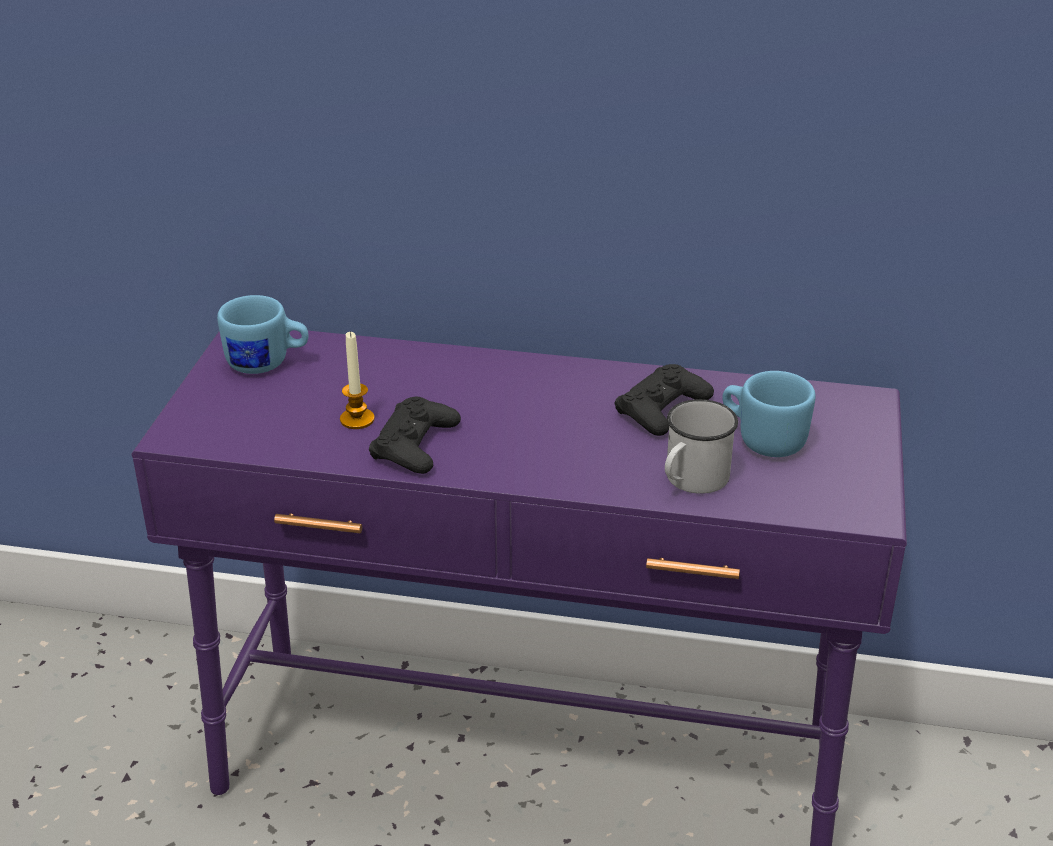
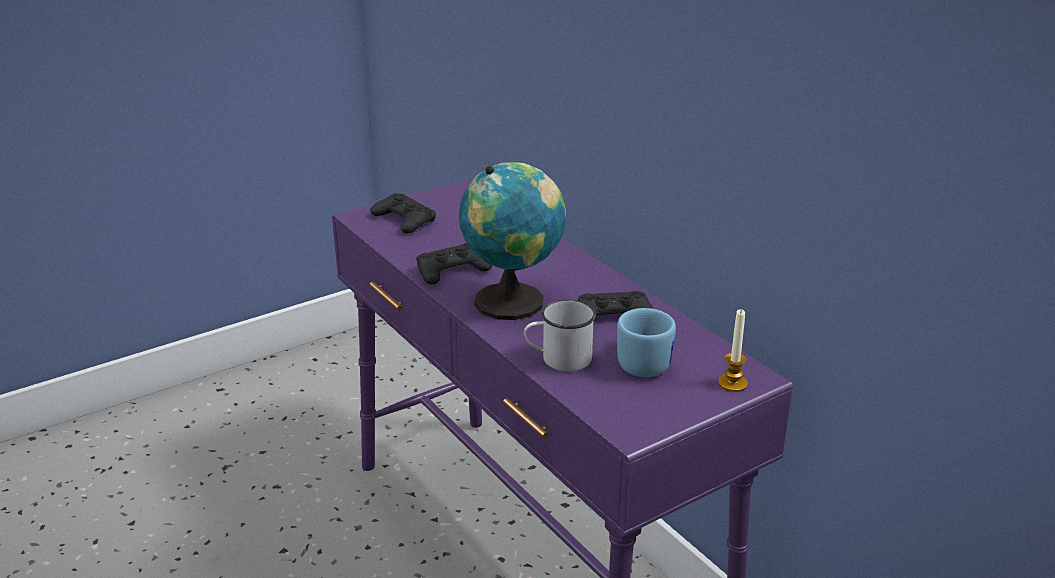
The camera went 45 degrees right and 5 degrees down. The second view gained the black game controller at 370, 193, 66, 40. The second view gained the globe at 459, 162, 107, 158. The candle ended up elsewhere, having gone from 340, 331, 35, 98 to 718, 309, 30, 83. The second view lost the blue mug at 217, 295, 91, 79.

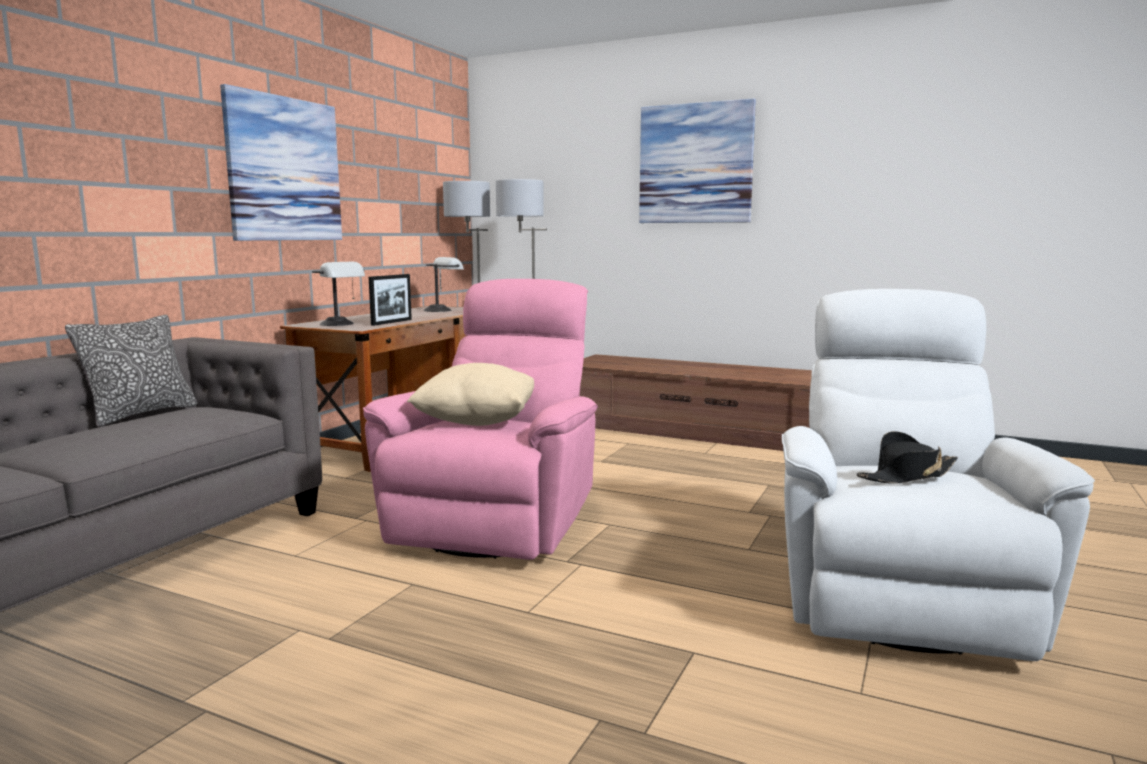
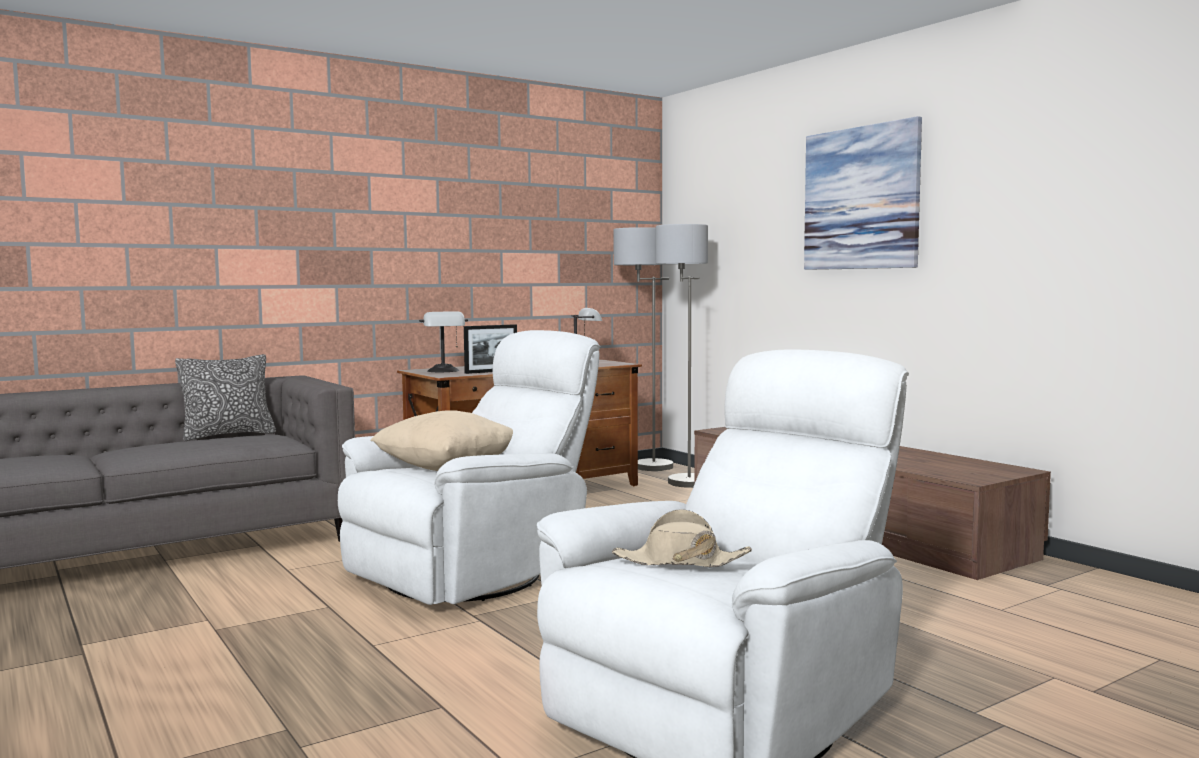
The camera went 30 degrees right and 5 degrees down. What was the pink armchair at 363, 279, 235, 281 turned into the white armchair at 338, 330, 262, 275. What was the black hat at 857, 431, 101, 53 turned into the beige hat at 612, 509, 140, 58. The second view lost the picture at 220, 84, 122, 157.

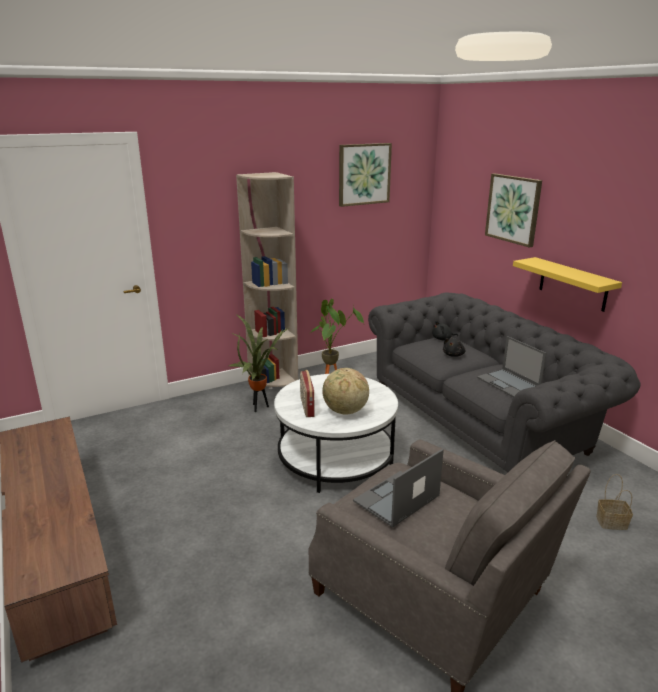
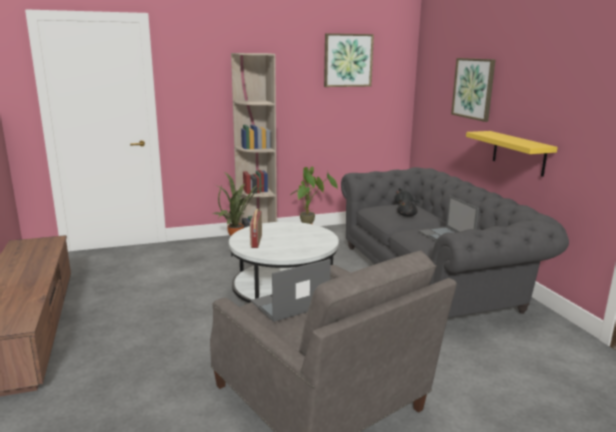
The camera went 10 degrees right and 5 degrees down. The second view lost the globe at 322, 368, 47, 46. The second view lost the basket at 596, 474, 37, 56.

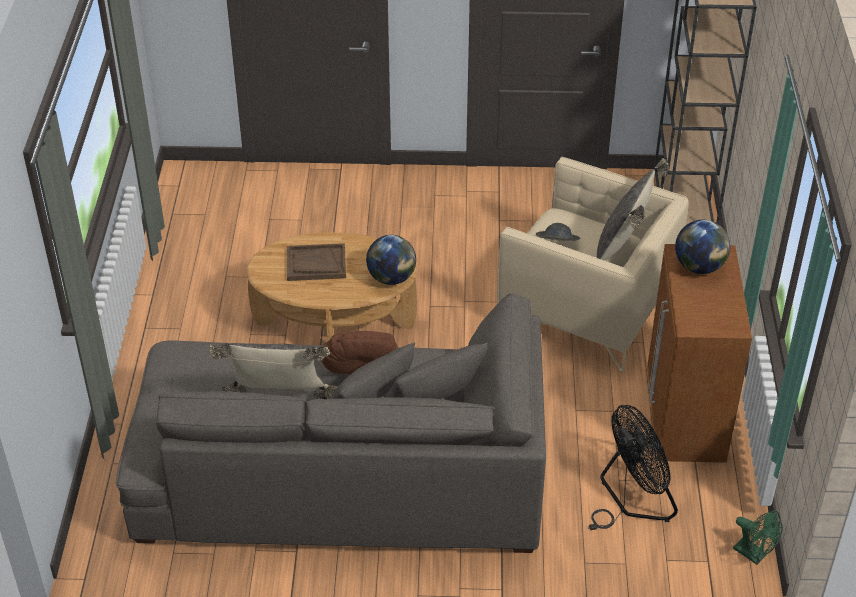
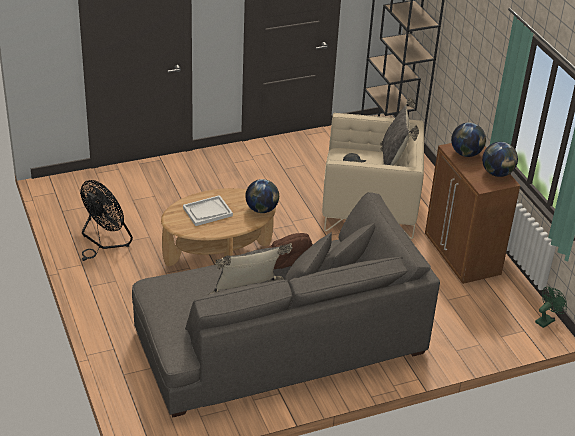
The camera went 25 degrees left and 5 degrees down. The black fan ended up elsewhere, having gone from 588, 405, 90, 125 to 80, 180, 53, 81. What was the brown tray at 287, 243, 59, 38 turned into the white tray at 183, 195, 50, 31. The second view gained the globe at 482, 142, 36, 35. The green fan at 733, 510, 50, 55 ended up facing another way, 60 degrees counterclockwise from before.

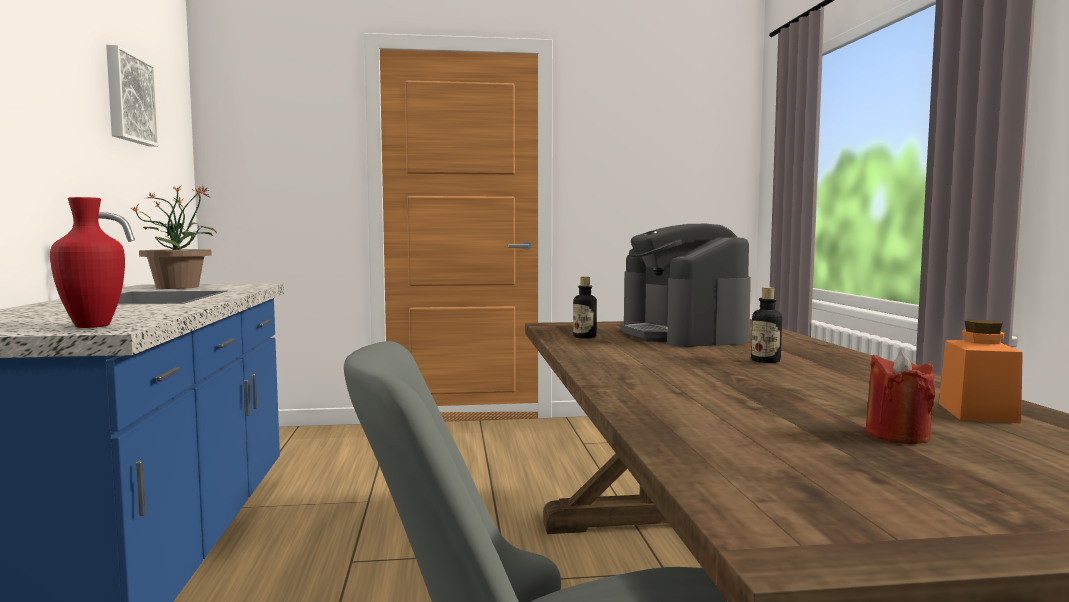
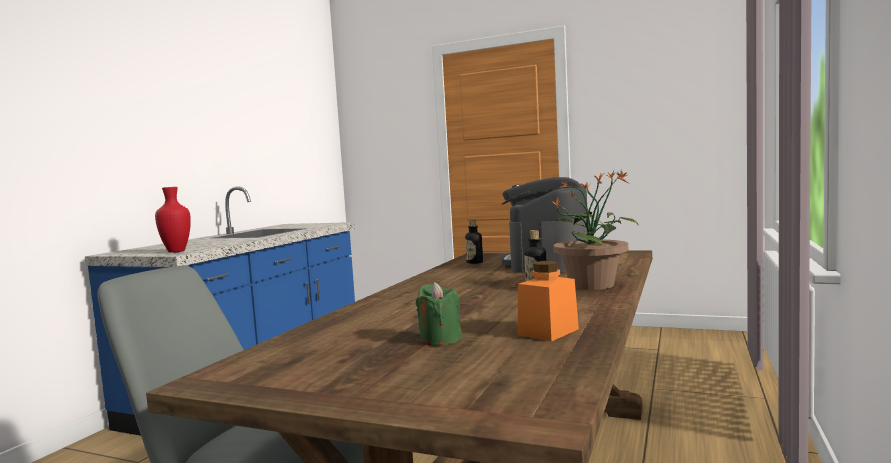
The camera went 30 degrees right and 0 degrees up. What was the red candle at 865, 351, 70, 93 turned into the green candle at 416, 282, 46, 64. The potted plant ended up elsewhere, having gone from 130, 185, 87, 104 to 550, 169, 88, 121. The second view lost the picture at 106, 45, 53, 102.

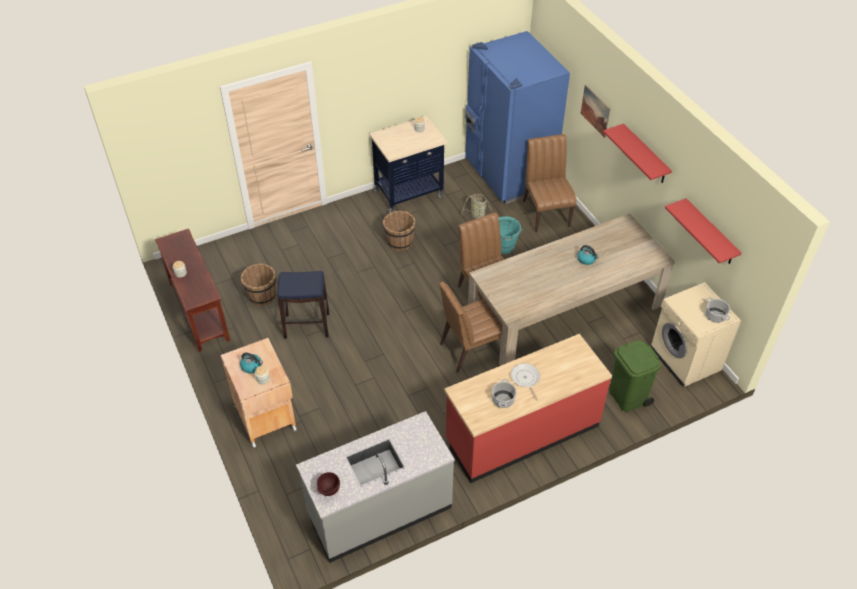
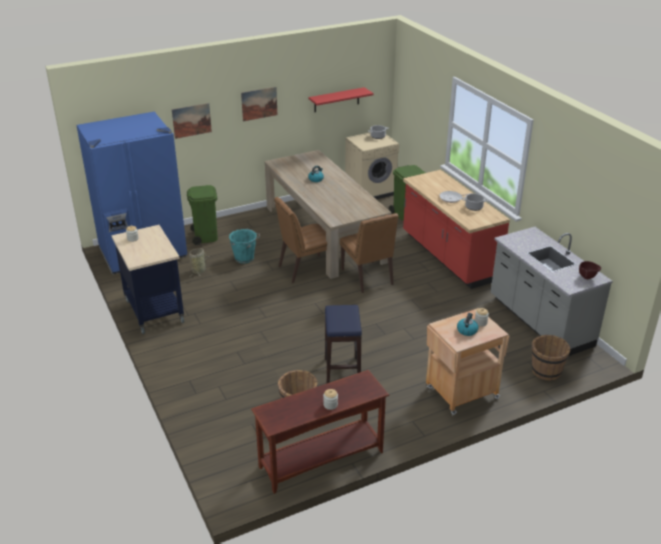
The camera went 90 degrees left and 15 degrees down. Where the brown chair stood at 523, 134, 54, 98, the green trash can came to stand at 187, 185, 31, 60. Where the red shelf hung at 603, 124, 69, 59, the picture came to hang at 241, 87, 36, 35. The brown bucket ended up elsewhere, having gone from 383, 211, 33, 40 to 531, 335, 39, 46.

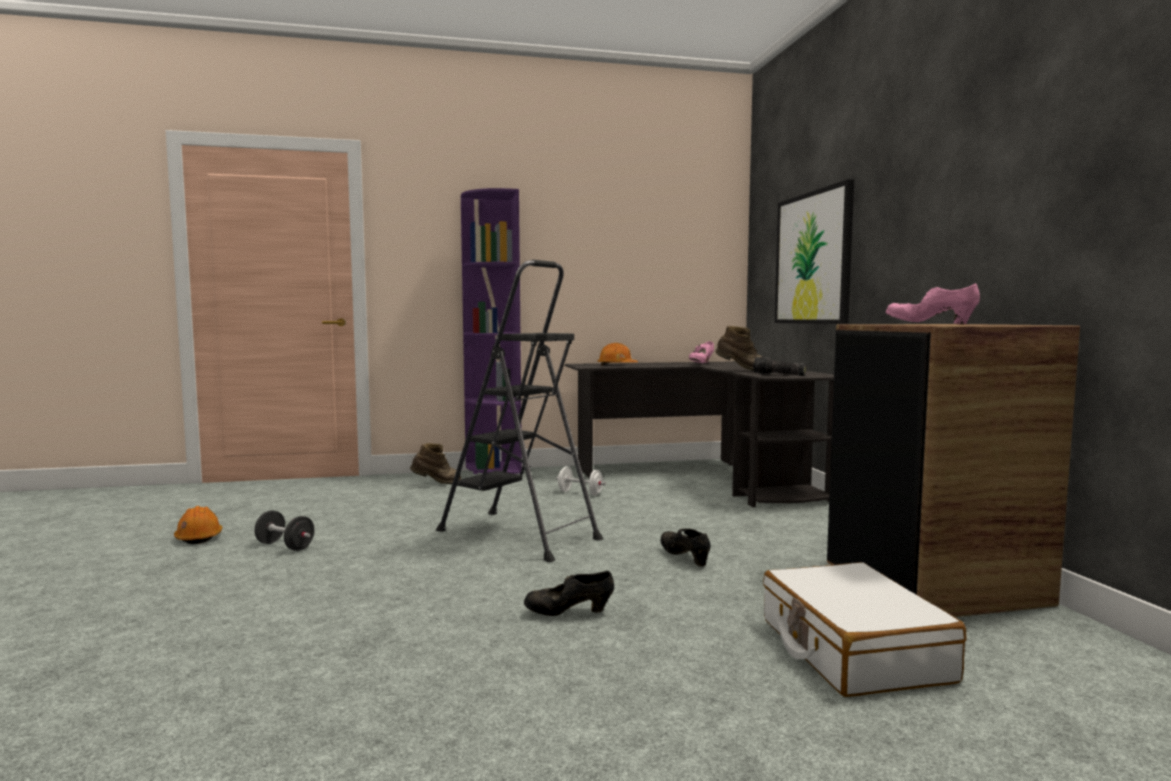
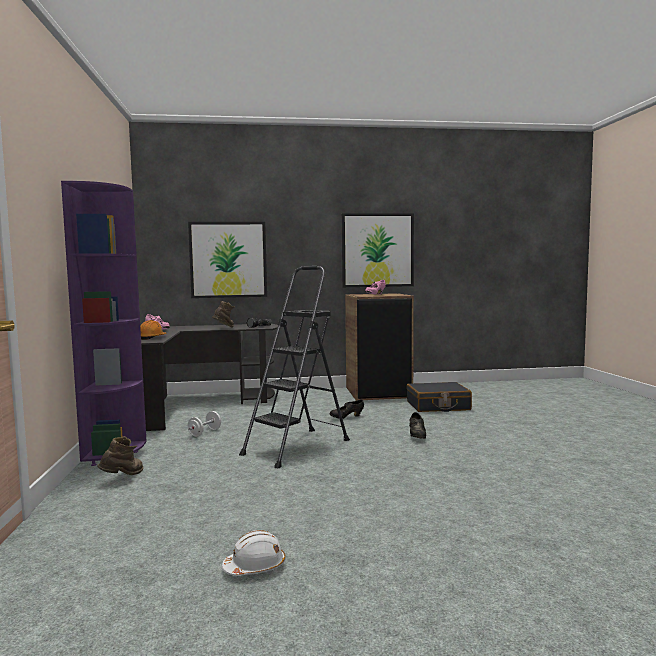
The camera went 85 degrees left and 0 degrees up. The brown boot at 410, 443, 51, 41 ended up facing another way, 45 degrees clockwise from before. What was the orange hard hat at 174, 506, 48, 38 turned into the white hard hat at 222, 530, 63, 46. The second view gained the picture at 342, 213, 72, 74. What was the white suitcase at 763, 562, 203, 135 turned into the black suitcase at 407, 382, 65, 30. The second view lost the black dumbbell at 254, 510, 60, 41.

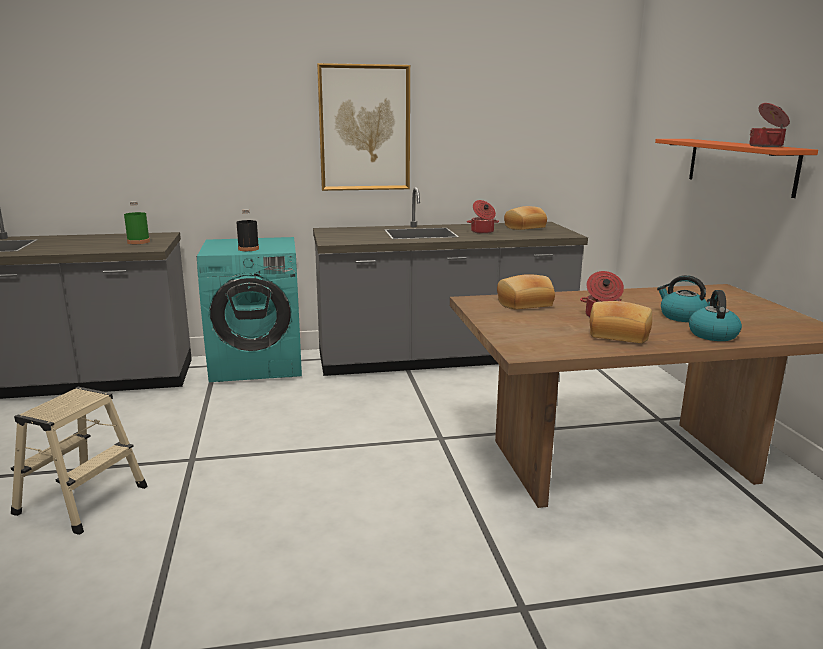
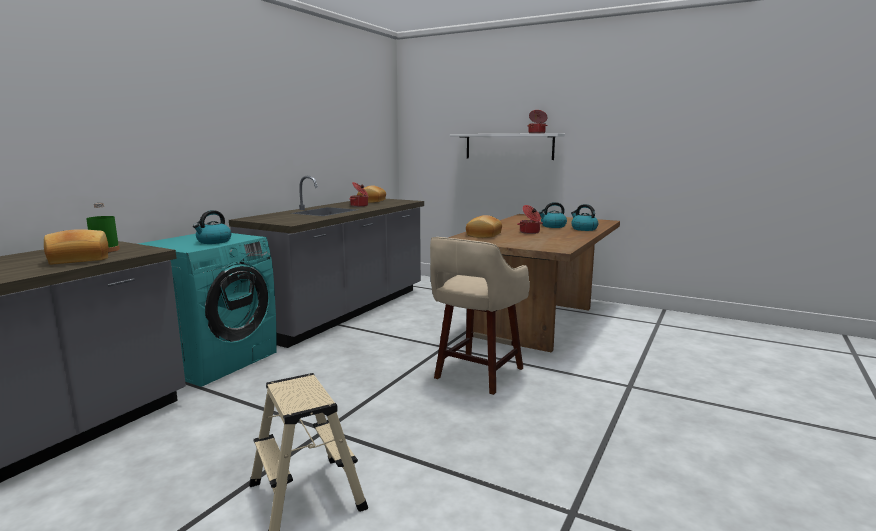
The camera went 50 degrees left and 5 degrees down. The bread ended up elsewhere, having gone from 590, 301, 62, 42 to 44, 229, 64, 36. Where the black bottle stood at 236, 209, 23, 42, the kettle came to stand at 193, 210, 38, 34. The second view gained the beige stool at 430, 237, 100, 158. What was the orange shelf at 655, 139, 163, 59 turned into the white shelf at 449, 133, 116, 27. The second view lost the picture at 317, 63, 93, 128.

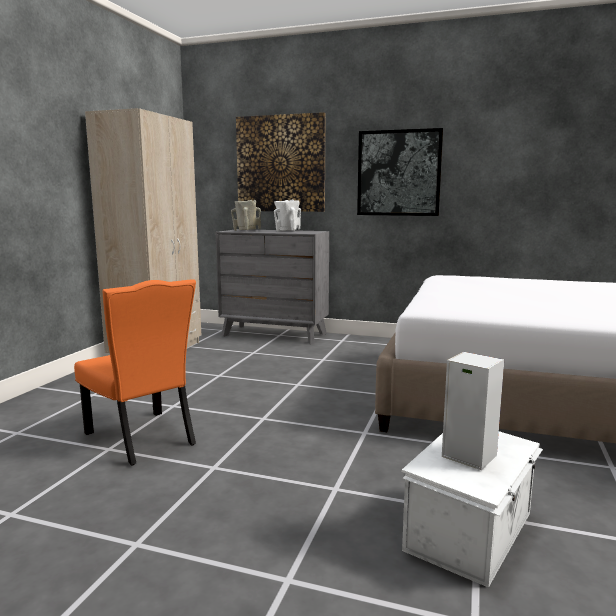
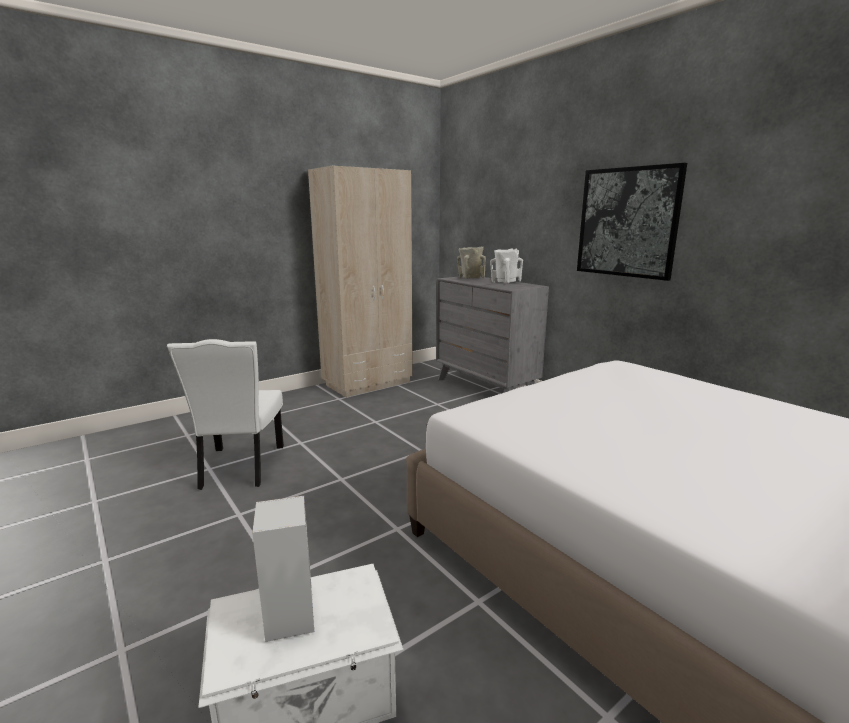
The camera went 35 degrees right and 5 degrees up. What was the orange chair at 74, 279, 122, 187 turned into the white chair at 167, 339, 117, 151. The second view lost the picture at 236, 112, 90, 100.

